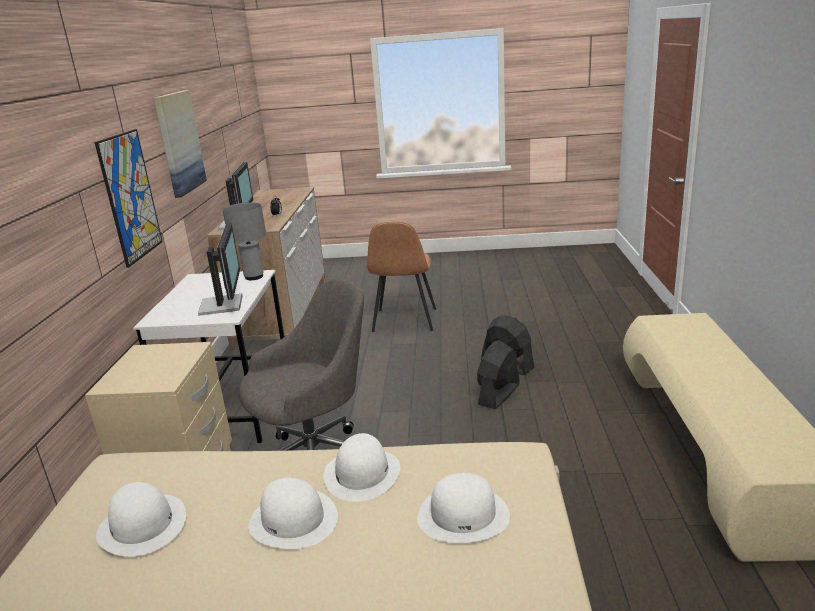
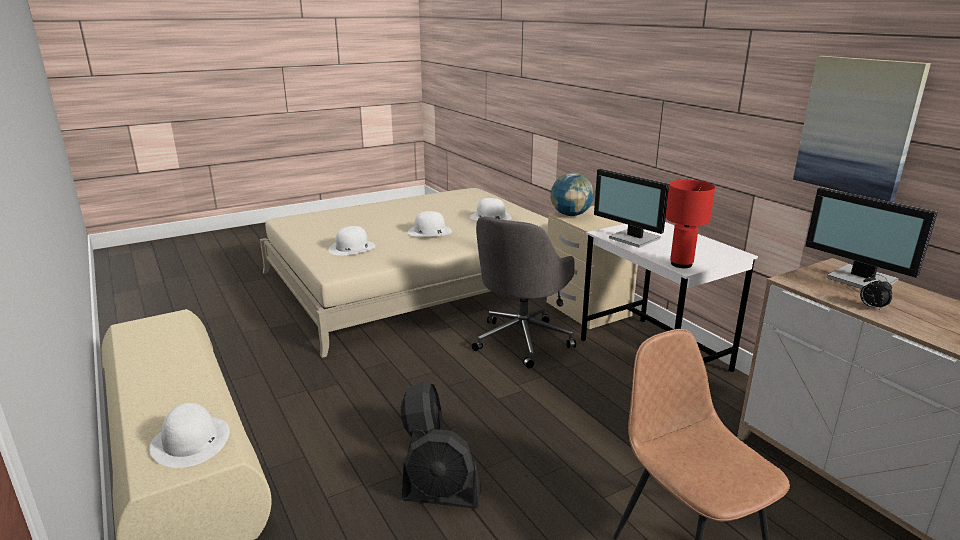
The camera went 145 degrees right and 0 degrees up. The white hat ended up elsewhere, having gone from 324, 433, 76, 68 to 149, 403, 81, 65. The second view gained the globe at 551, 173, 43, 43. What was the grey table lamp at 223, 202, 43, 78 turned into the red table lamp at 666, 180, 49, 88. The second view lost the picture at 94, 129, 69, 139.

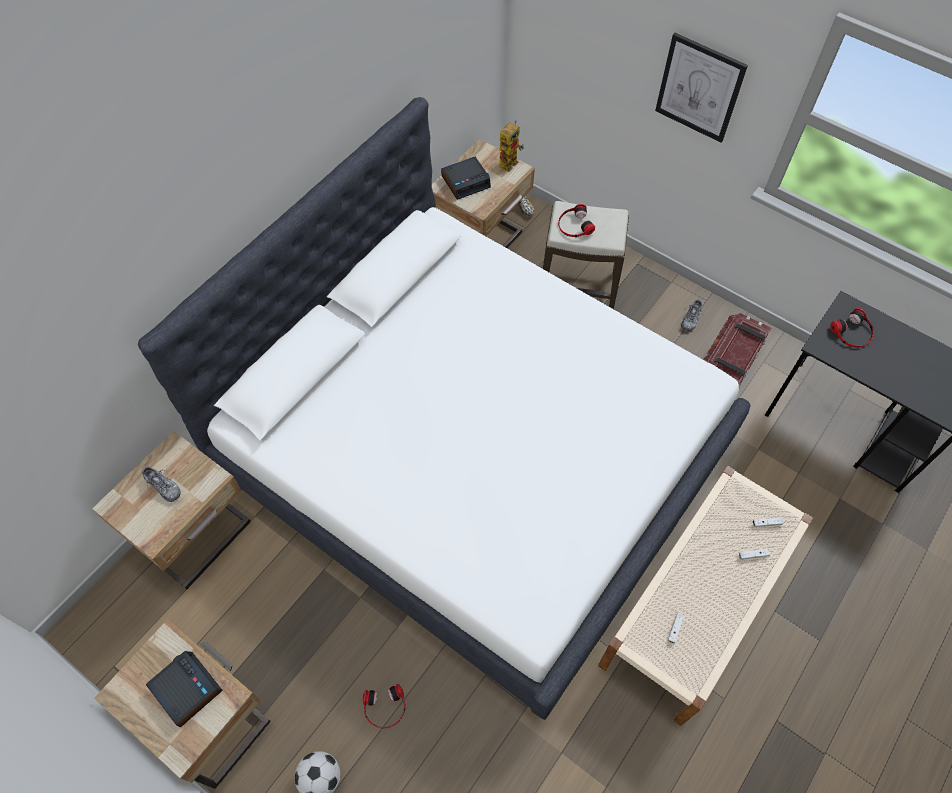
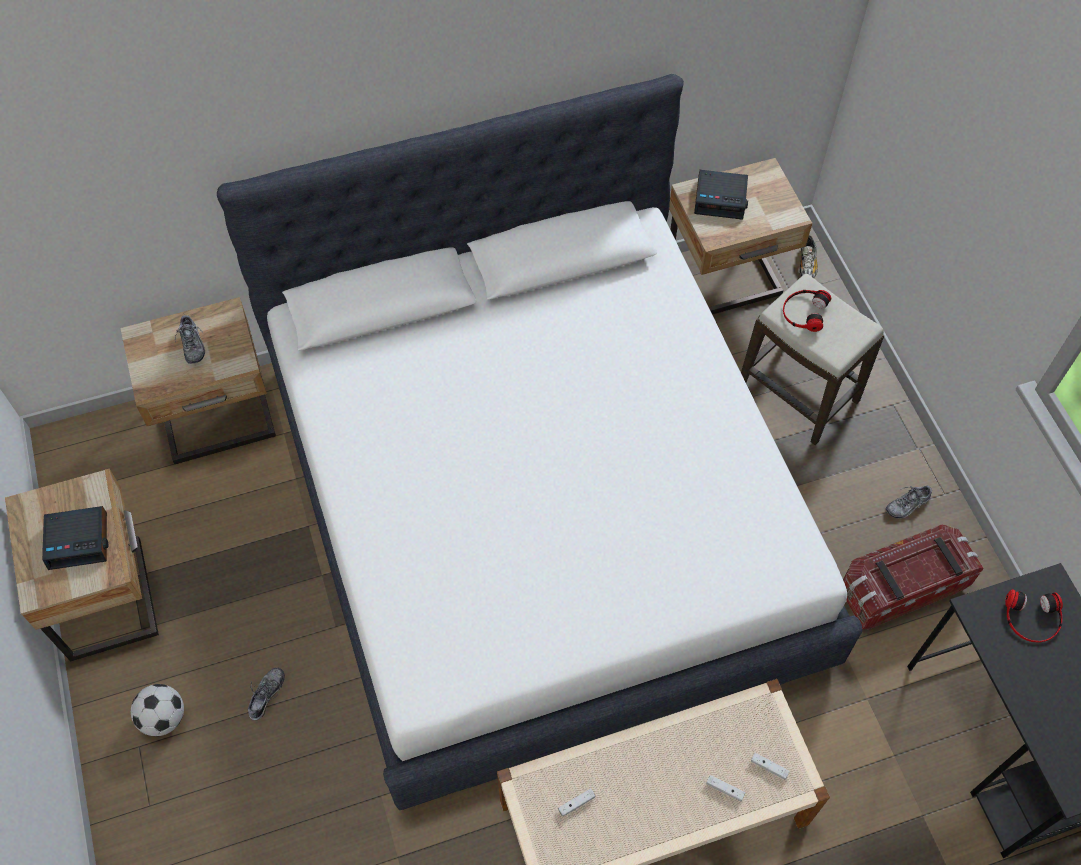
The camera went 35 degrees right and 0 degrees up. The alarm clock at 146, 651, 77, 77 ended up facing another way, 90 degrees clockwise from before. Where the headphones stood at 362, 684, 43, 44, the shoe came to stand at 248, 668, 37, 52. The second view lost the toy robot at 499, 120, 25, 52. The second view lost the picture at 655, 33, 93, 110.

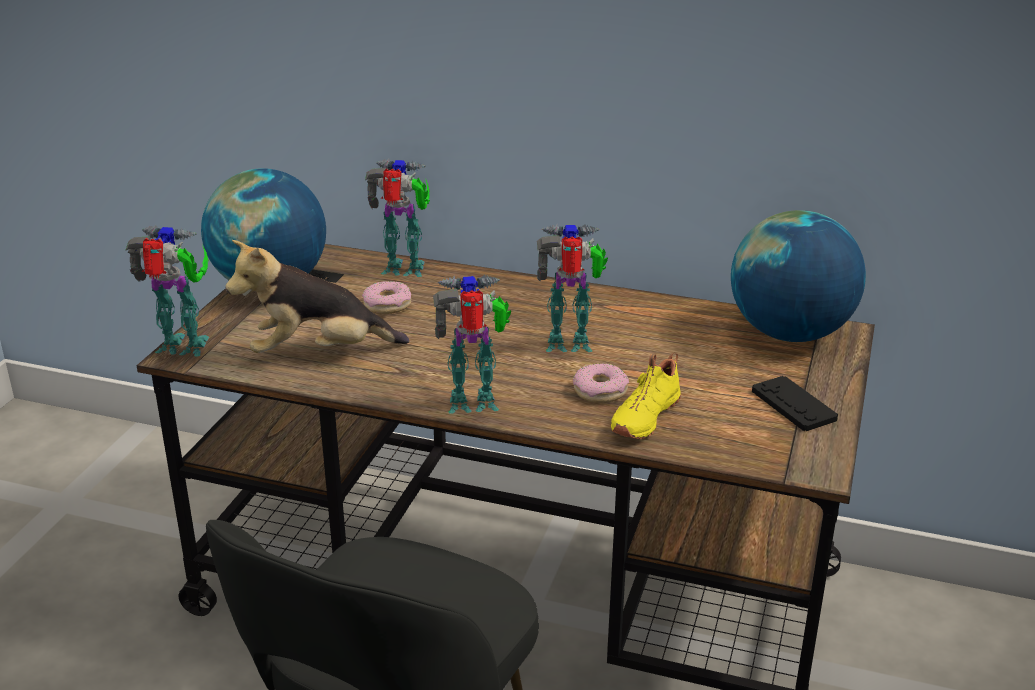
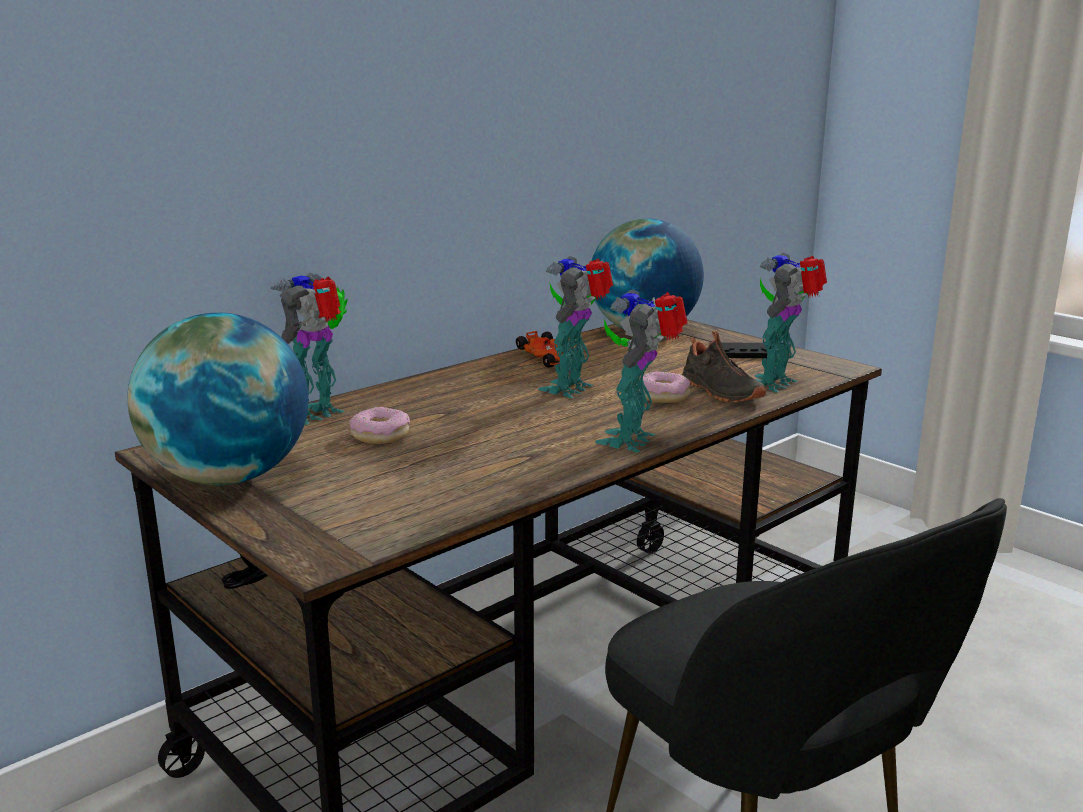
The camera went 60 degrees left and 10 degrees down. The second view gained the toy car at 516, 331, 56, 36. What was the yellow shoe at 611, 353, 70, 86 turned into the black shoe at 682, 330, 84, 72. The toy robot ended up elsewhere, having gone from 125, 225, 84, 132 to 755, 253, 72, 139. The second view lost the plush toy at 225, 240, 184, 113.

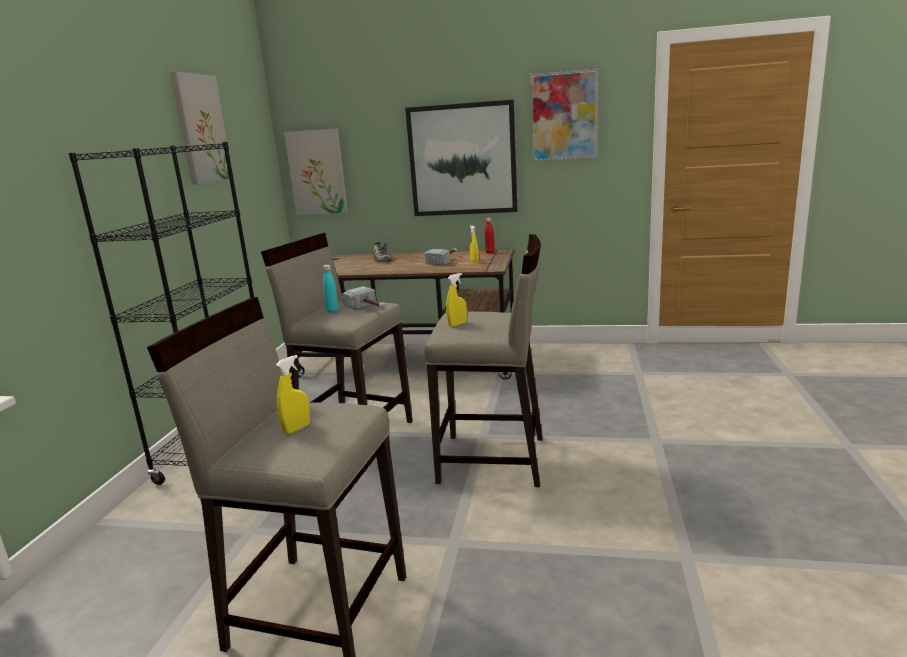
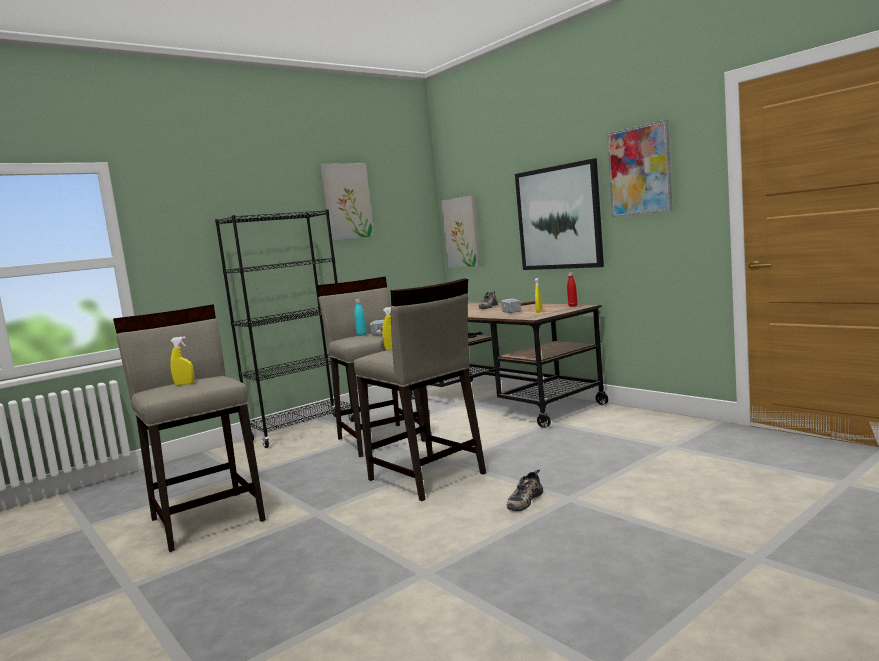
The camera went 40 degrees right and 10 degrees down. The second view gained the shoe at 507, 469, 36, 42.

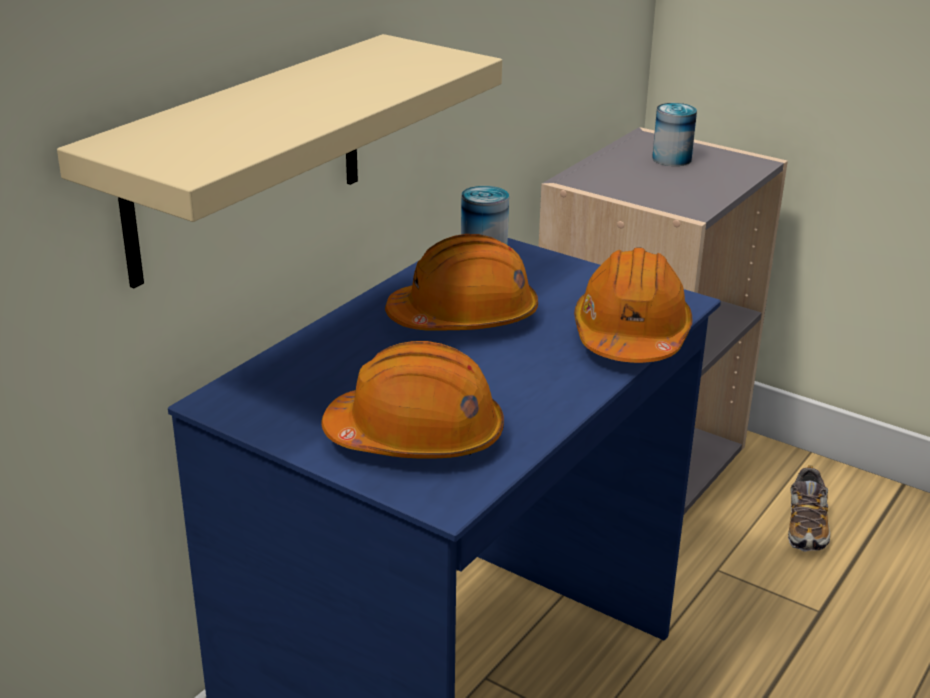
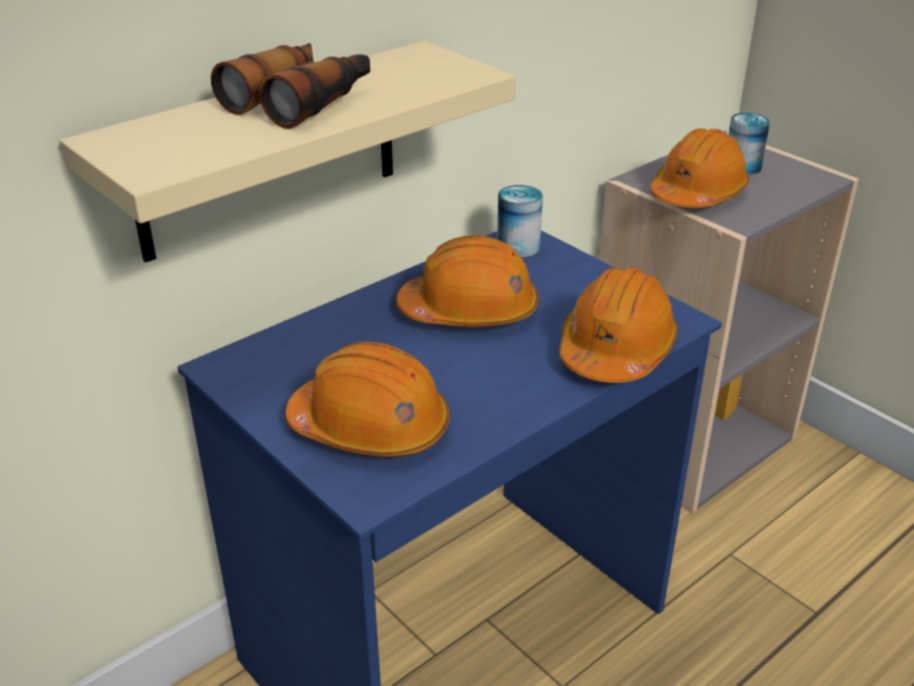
The camera went 15 degrees right and 5 degrees up. The second view gained the binoculars at 211, 43, 159, 86. The second view gained the orange hard hat at 650, 128, 100, 80. The second view lost the shoe at 788, 465, 42, 87.

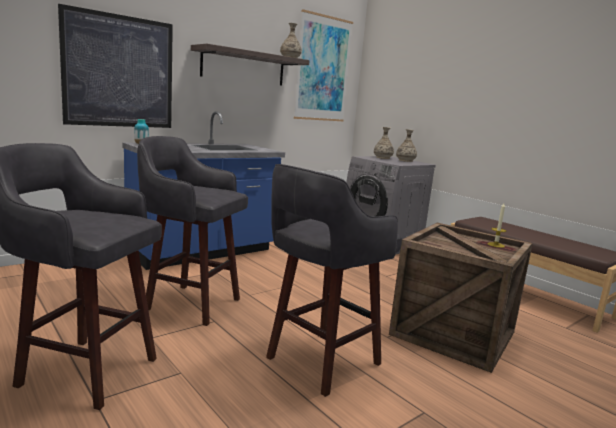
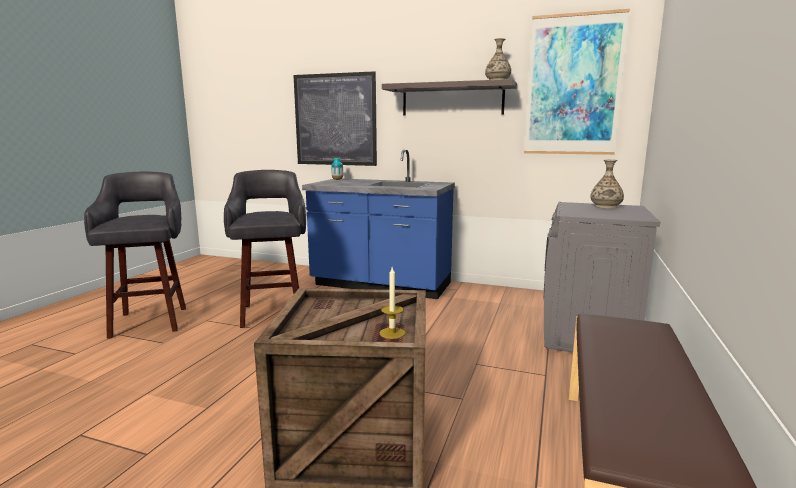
The camera went 60 degrees right and 0 degrees up. The second view lost the grey stool at 266, 164, 136, 233. The second view lost the vase at 396, 129, 21, 33.

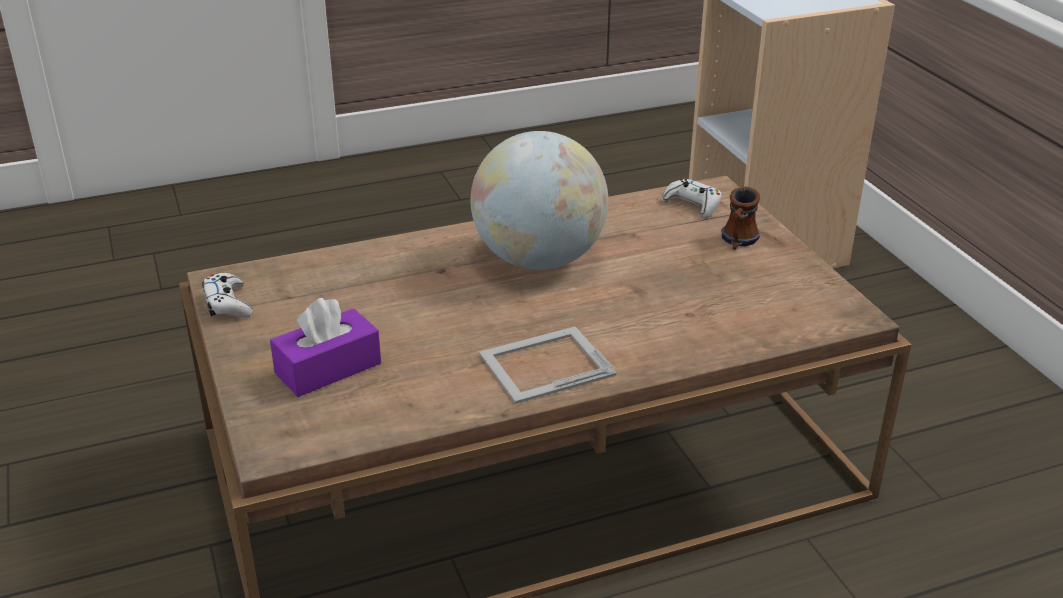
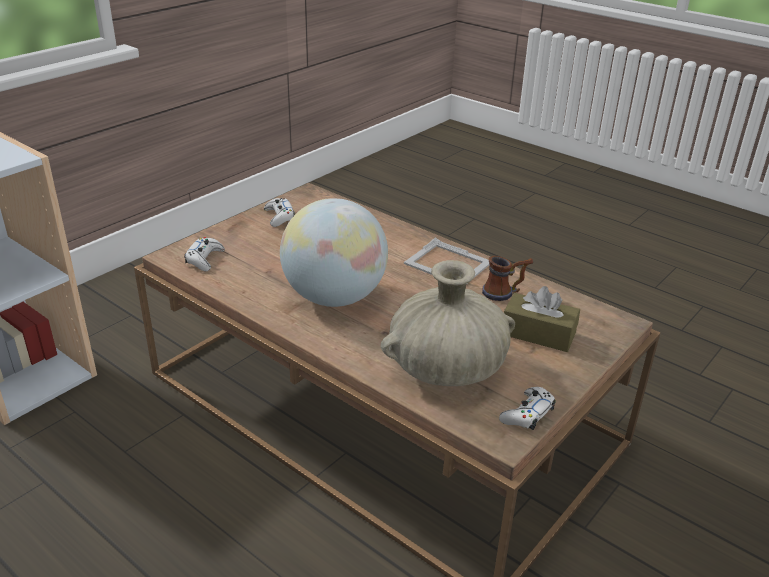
The camera went 120 degrees left and 0 degrees up. The second view gained the white game controller at 264, 198, 31, 29. The second view gained the beige vase at 380, 260, 135, 126. The mug ended up elsewhere, having gone from 721, 187, 39, 63 to 482, 256, 51, 45. What was the purple tissue box at 270, 298, 111, 99 turned into the brown tissue box at 504, 286, 76, 66.

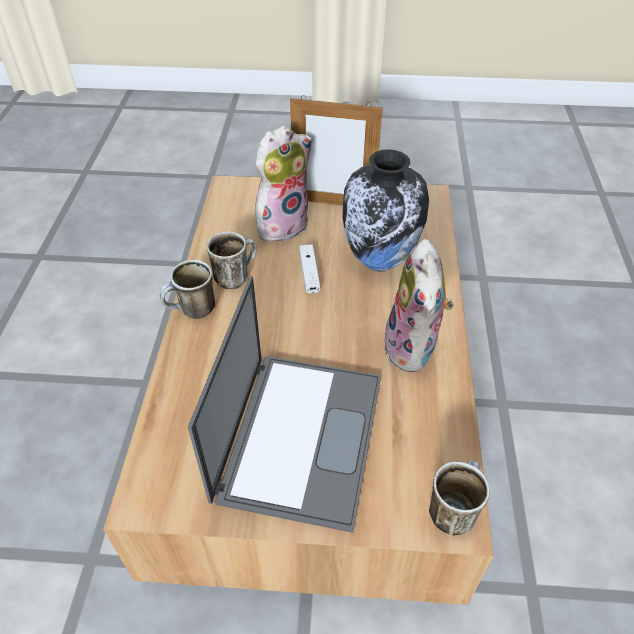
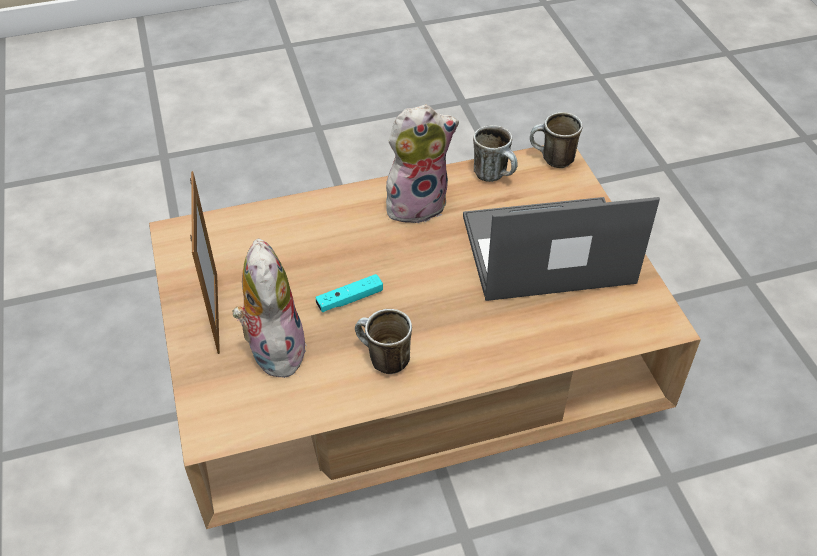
The camera went 110 degrees left and 0 degrees up. The plush toy at 255, 125, 57, 117 ended up facing another way, 45 degrees clockwise from before. What was the white game controller at 299, 244, 21, 50 turned into the turquoise game controller at 316, 274, 67, 38. The mug ended up elsewhere, having gone from 160, 260, 55, 59 to 473, 125, 45, 57. The second view lost the vase at 343, 149, 86, 123.

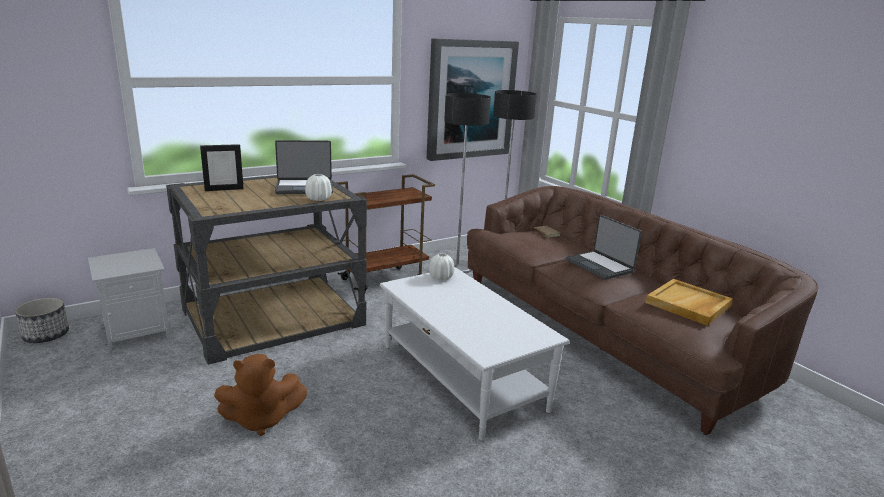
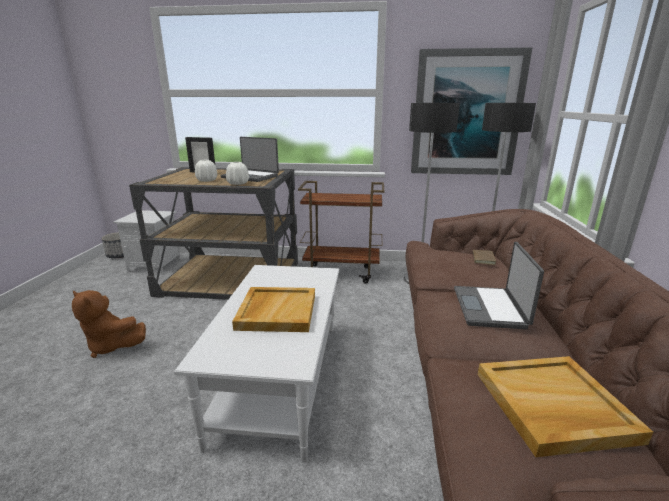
The camera went 40 degrees right and 0 degrees up. The white vase ended up elsewhere, having gone from 429, 253, 26, 27 to 195, 160, 22, 22. The second view gained the beige tray at 232, 287, 83, 45.

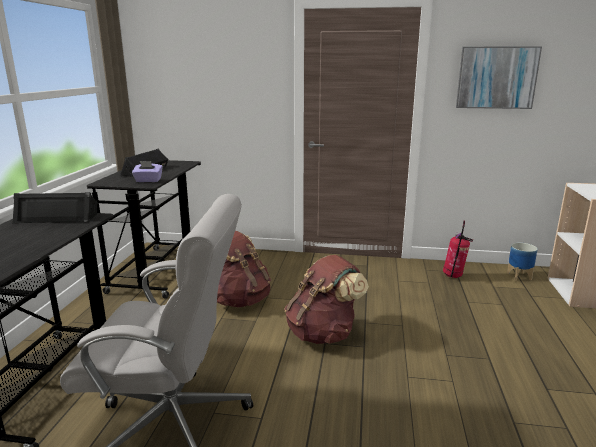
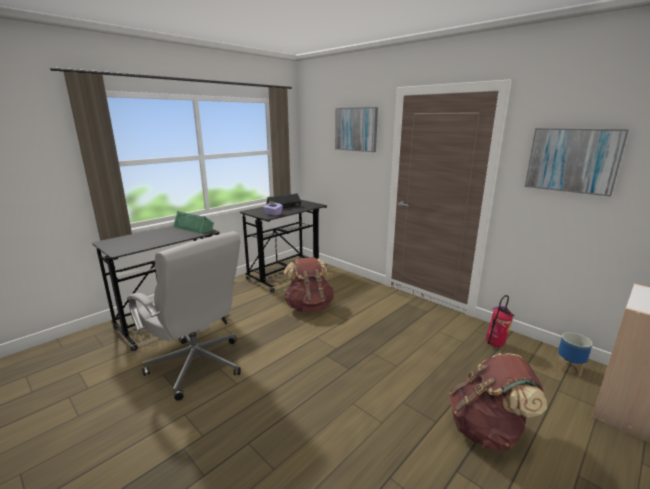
The camera went 35 degrees right and 0 degrees up. What was the black speaker at 12, 192, 86, 31 turned into the green speaker at 173, 211, 41, 23. The second view gained the picture at 335, 107, 43, 45. The brown backpack ended up elsewhere, having gone from 284, 255, 85, 89 to 449, 353, 98, 98.

